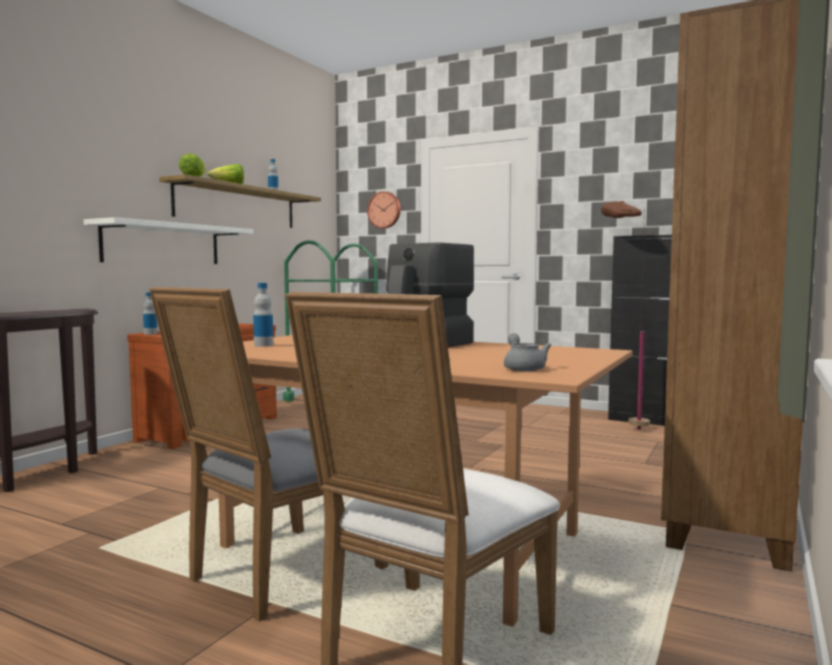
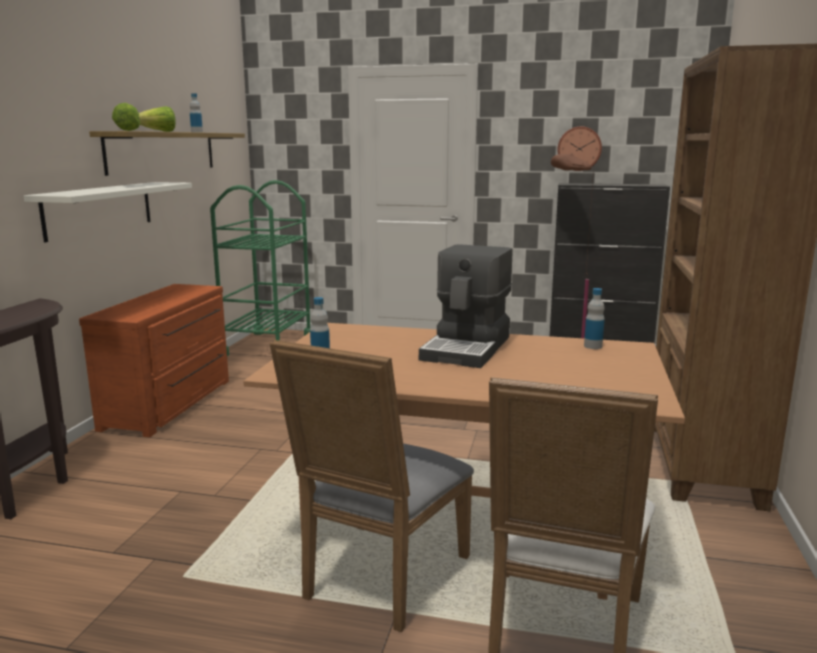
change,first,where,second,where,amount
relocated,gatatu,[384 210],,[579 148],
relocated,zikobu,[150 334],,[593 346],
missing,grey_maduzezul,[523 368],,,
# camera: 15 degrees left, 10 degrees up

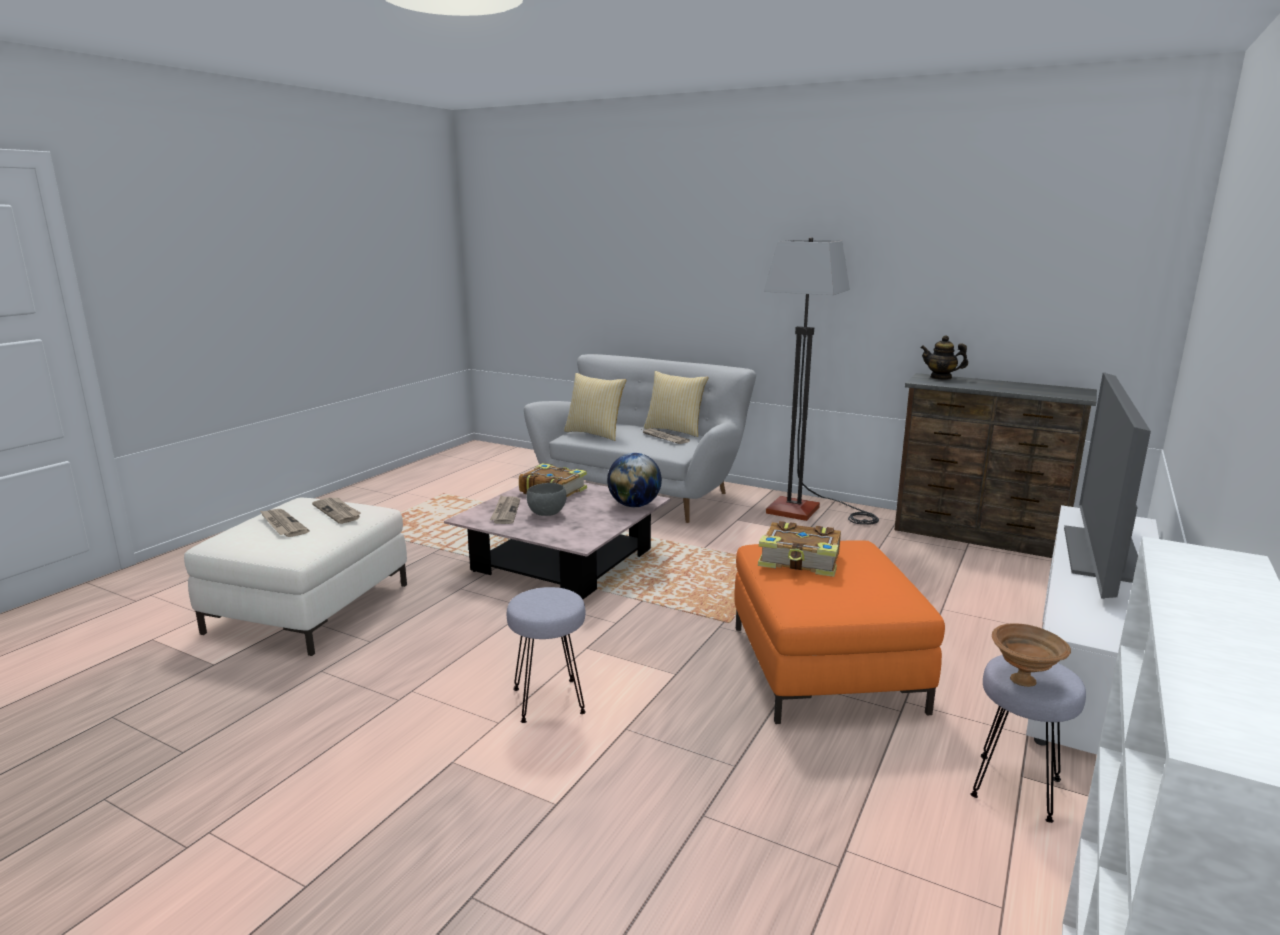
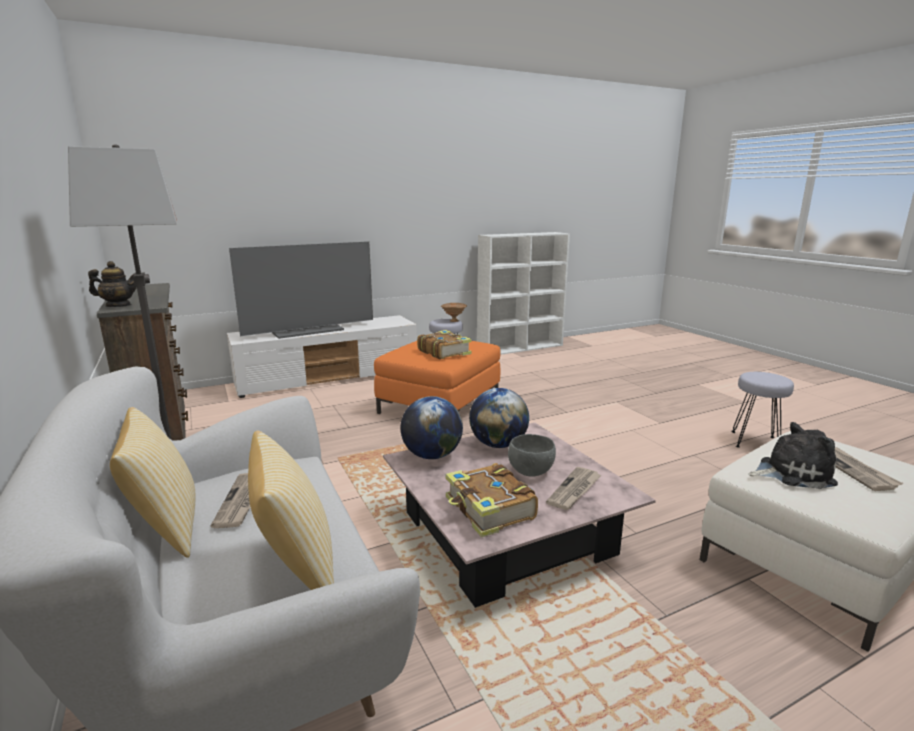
change,first,where,second,where,amount
spun,maduzezul,[941 377],,[118 306],60 degrees counterclockwise
exchanged,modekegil,[338 512],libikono,[791 472],
relocated,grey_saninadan,[550 700],,[754 442],
appeared,,,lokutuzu,[498 445],
# camera: 145 degrees left, 0 degrees up

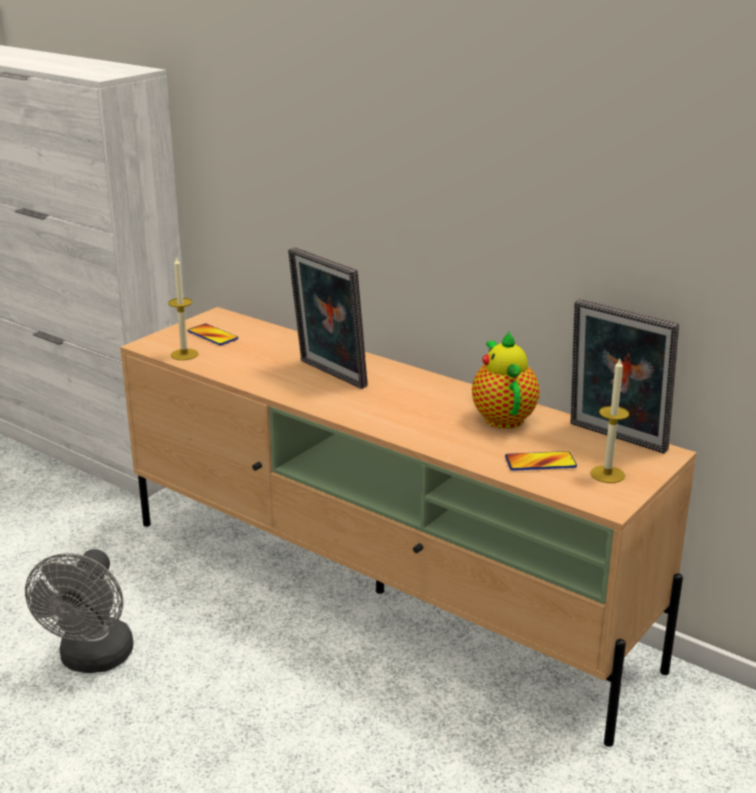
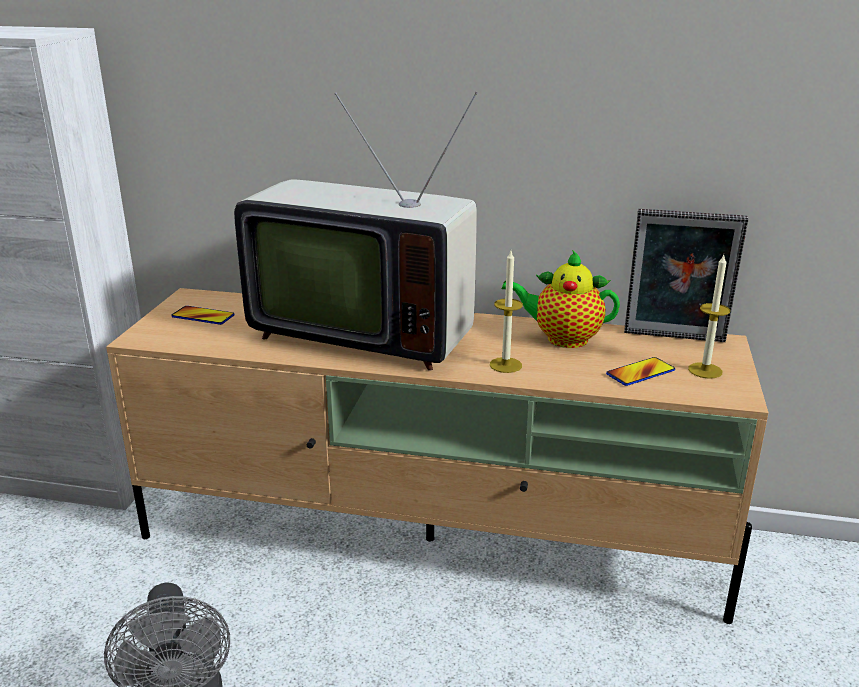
change,first,where,second,where,amount
exchanged,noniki,[328 375],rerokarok,[362 332],
relocated,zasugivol,[184 354],,[505 365],
spun,maduzezul,[502 417],,[562 339],45 degrees counterclockwise
# camera: 25 degrees left, 0 degrees up

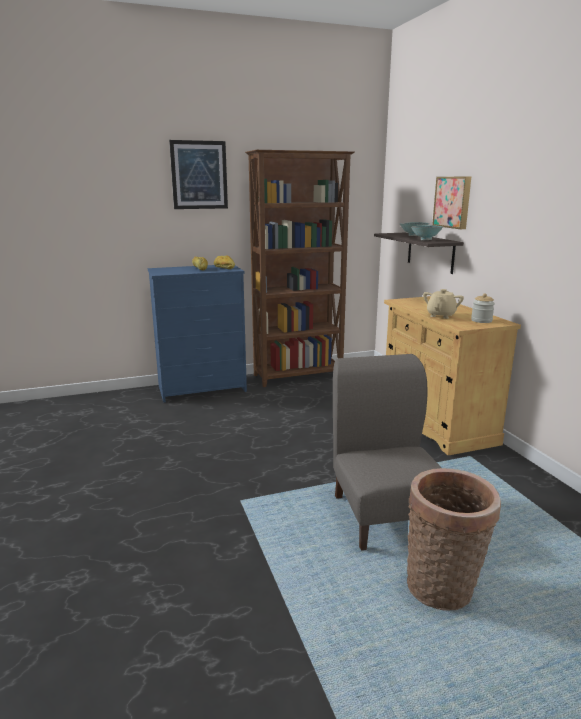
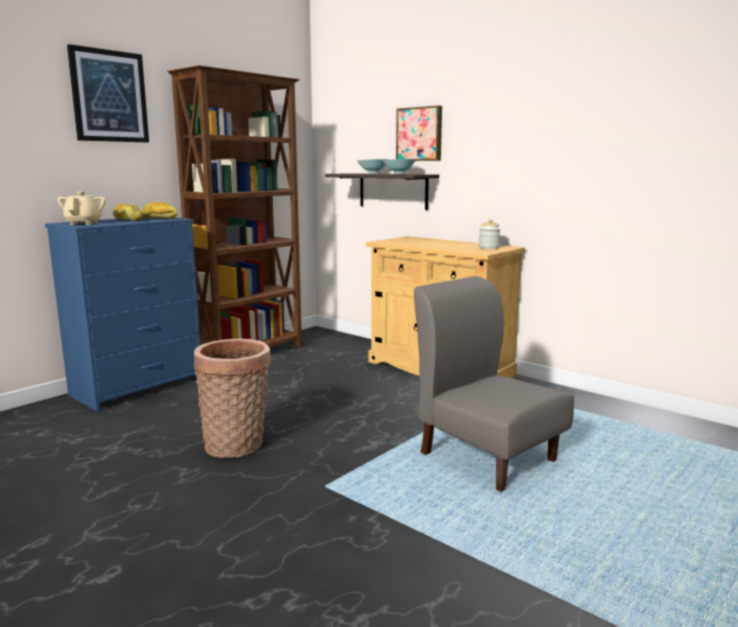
change,first,where,second,where,amount
relocated,beige_maduzezul,[441 315],,[84 223],
relocated,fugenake,[443 589],,[237 445],
# camera: 30 degrees left, 5 degrees down

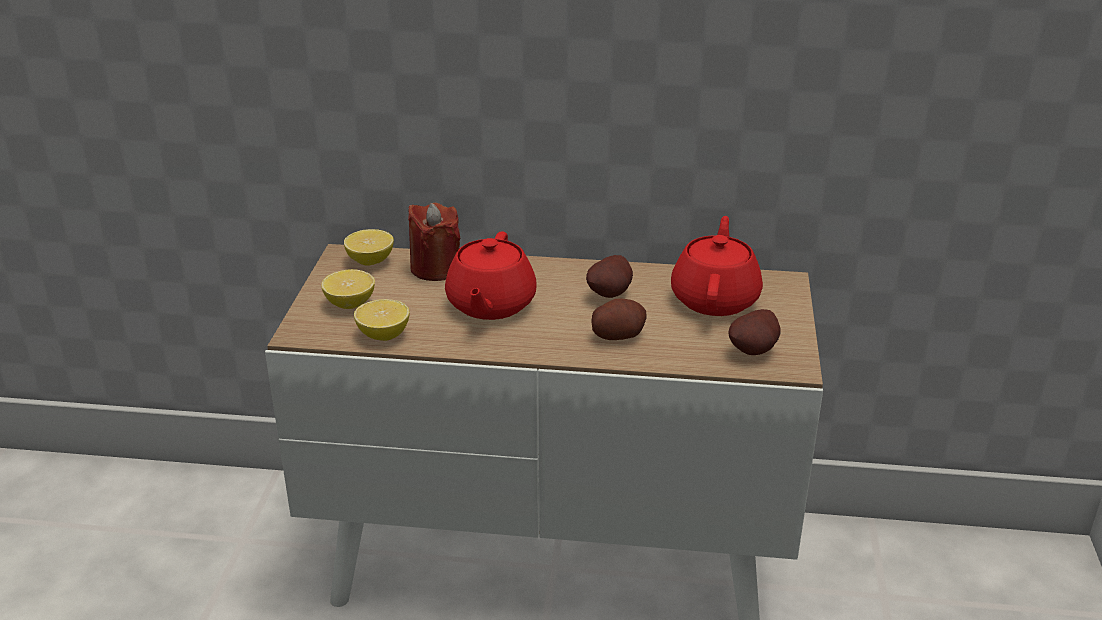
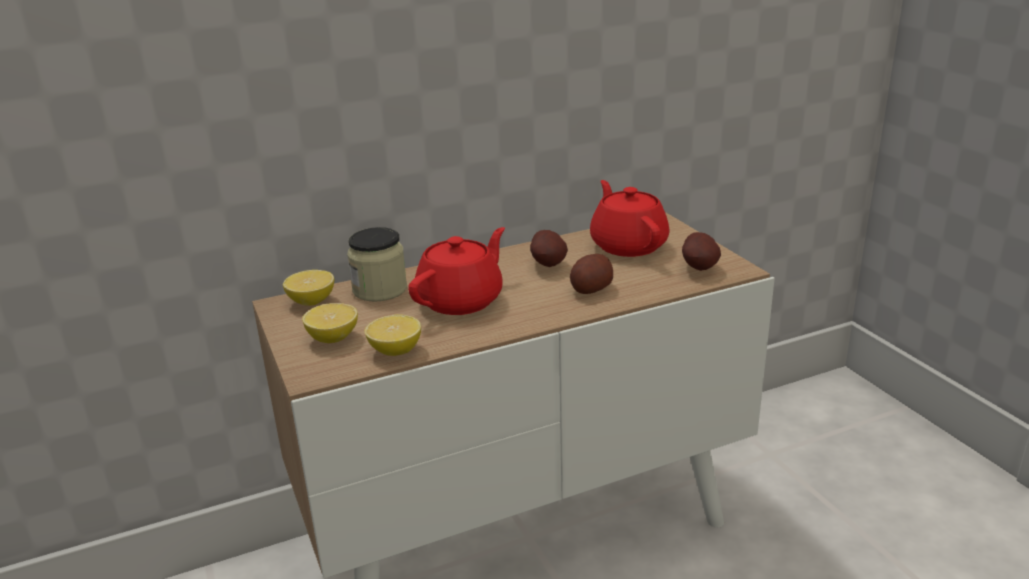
change,first,where,second,where,amount
exchanged,red_zasugivol,[435 268],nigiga,[380 290],
spun,red_maduzezul,[490 305],,[461 300],120 degrees counterclockwise
# camera: 30 degrees left, 5 degrees down

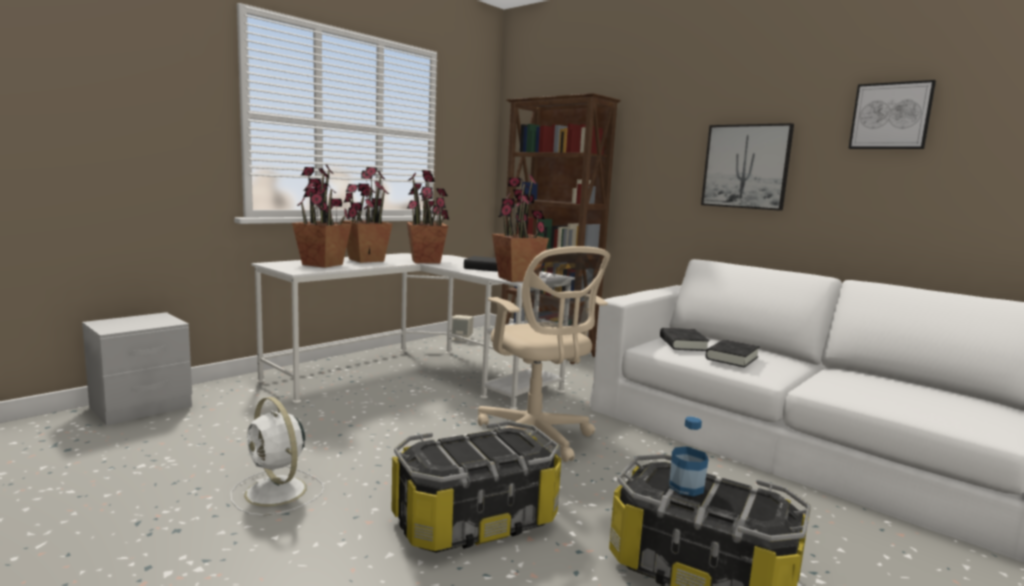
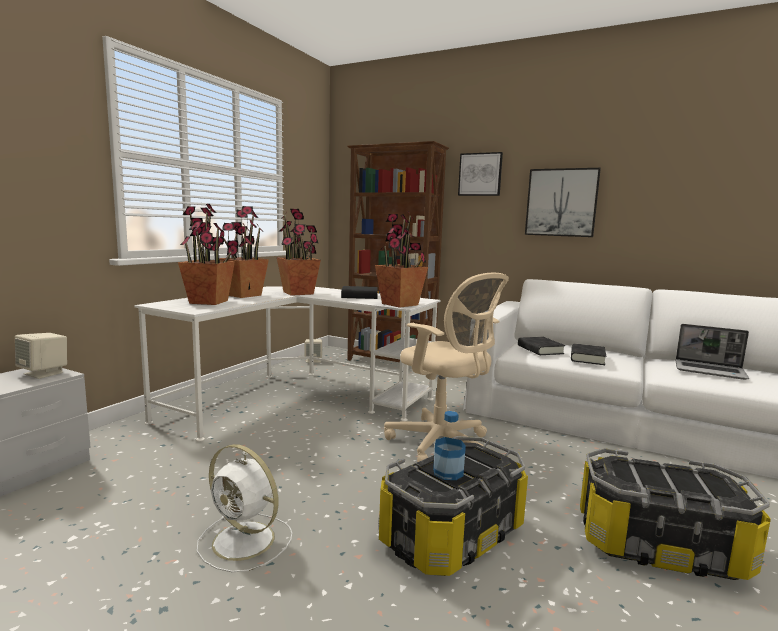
change,first,where,second,where,amount
relocated,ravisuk,[890 116],,[480 174],
relocated,zikobu,[686 487],,[448 472],
appeared,,,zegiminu,[710 371],
appeared,,,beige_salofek,[44 373],
# camera: 15 degrees left, 0 degrees up

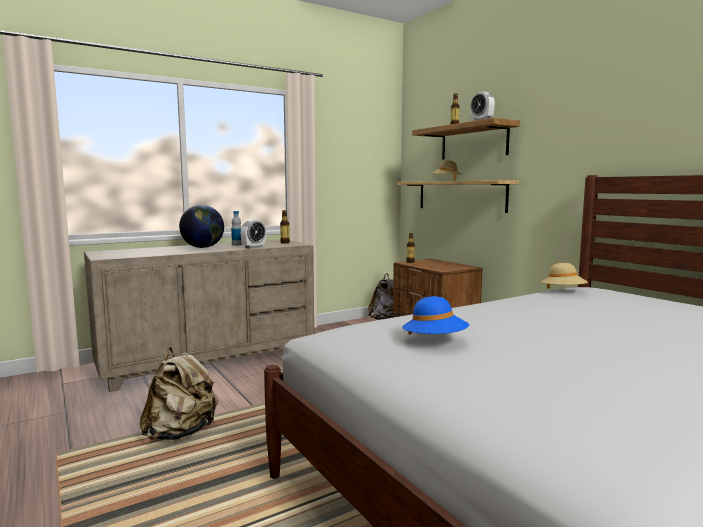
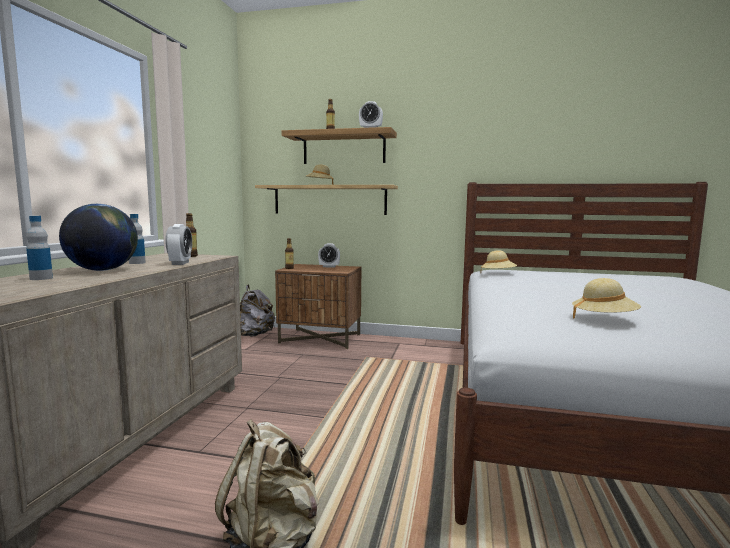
change,first,where,second,where,amount
colour,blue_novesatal,[435 341],beige_novesatal,[603 319],
appeared,,,zikobu,[41 278],
appeared,,,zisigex,[329 266],
# camera: 45 degrees left, 0 degrees up

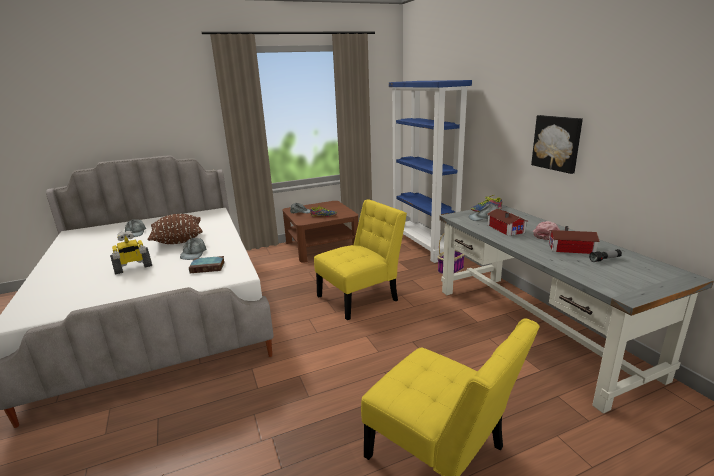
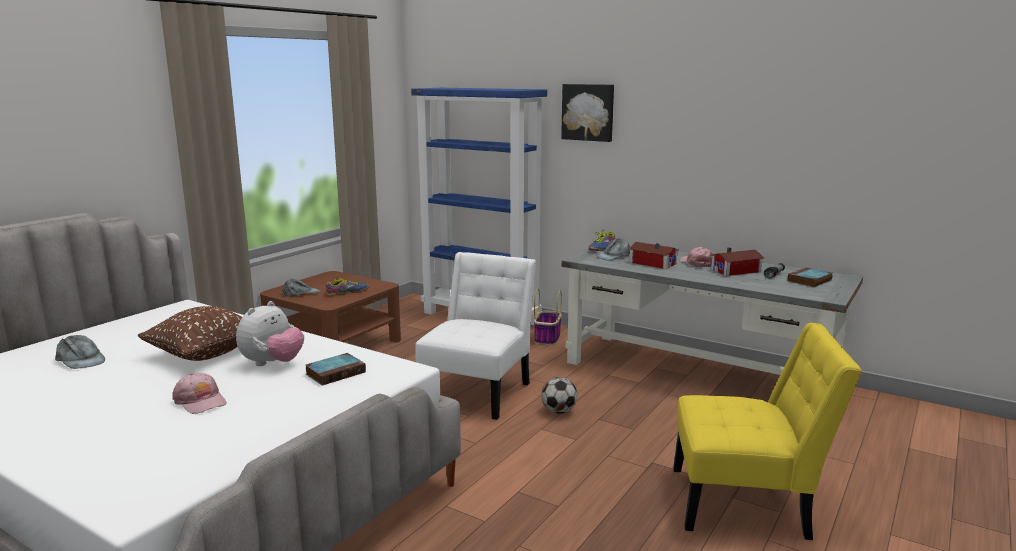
change,first,where,second,where,amount
relocated,ravisuk,[557 143],,[588 112],
colour,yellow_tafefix,[361 297],white_tafefix,[479 391],
exchanged,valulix,[133 267],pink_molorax,[200 401],
exchanged,grey_molorax,[193 253],libikono,[272 363],
appeared,,,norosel,[809 281],
appeared,,,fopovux,[559 411],
# camera: 35 degrees left, 5 degrees down

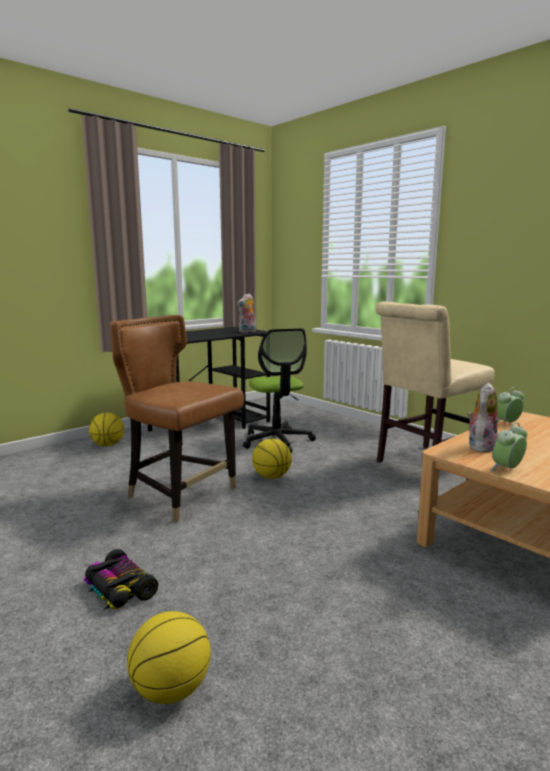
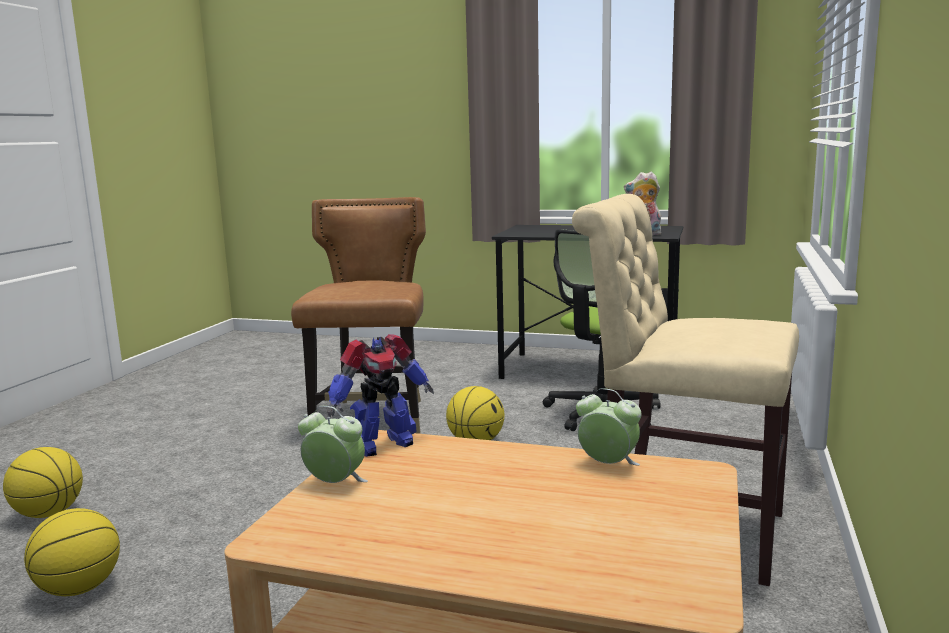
change,first,where,second,where,amount
missing,libikono,[480 446],,,
relocated,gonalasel,[107 445],,[78 589],
missing,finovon,[119 589],,,
appeared,,,valulix,[381 445],
# camera: 60 degrees right, 0 degrees up

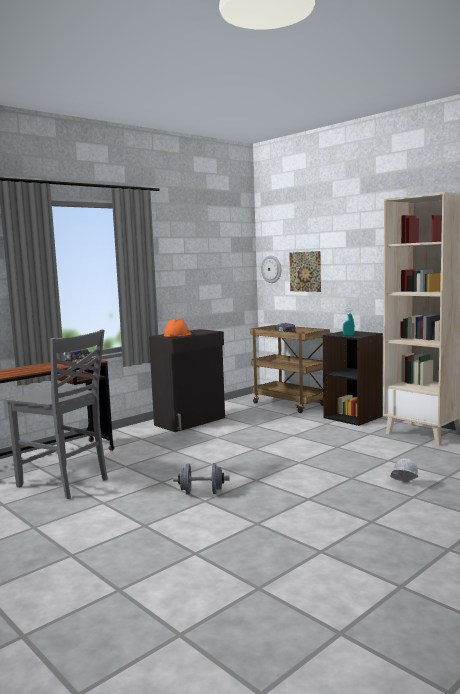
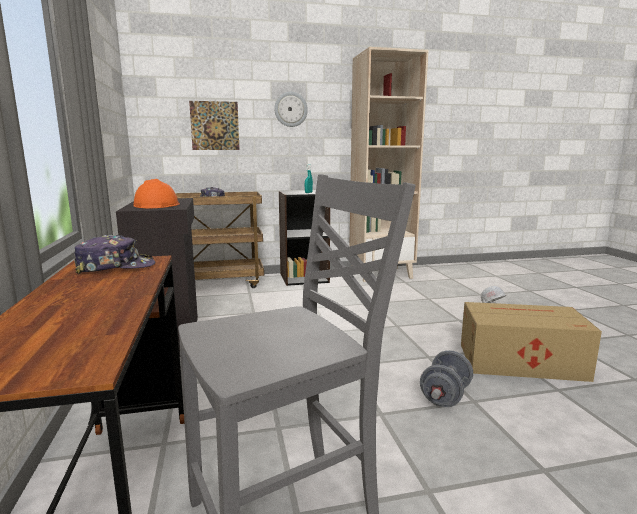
change,first,where,second,where,amount
relocated,gatatu,[271 269],,[290 109],
appeared,,,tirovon,[519 361],
# camera: 60 degrees left, 5 degrees up

